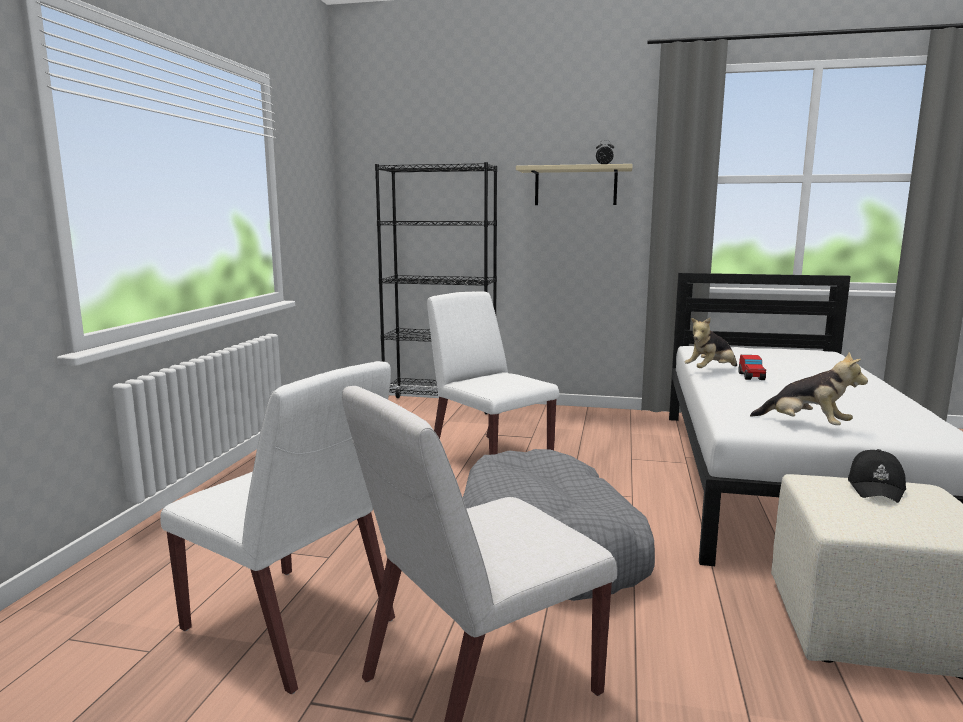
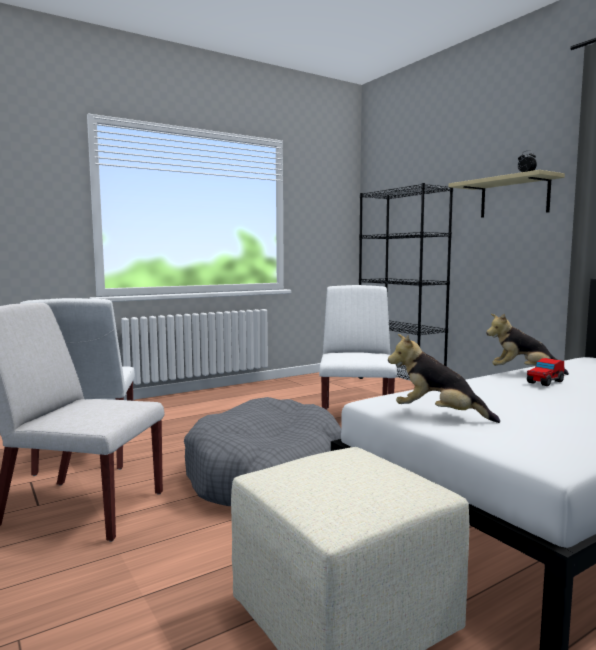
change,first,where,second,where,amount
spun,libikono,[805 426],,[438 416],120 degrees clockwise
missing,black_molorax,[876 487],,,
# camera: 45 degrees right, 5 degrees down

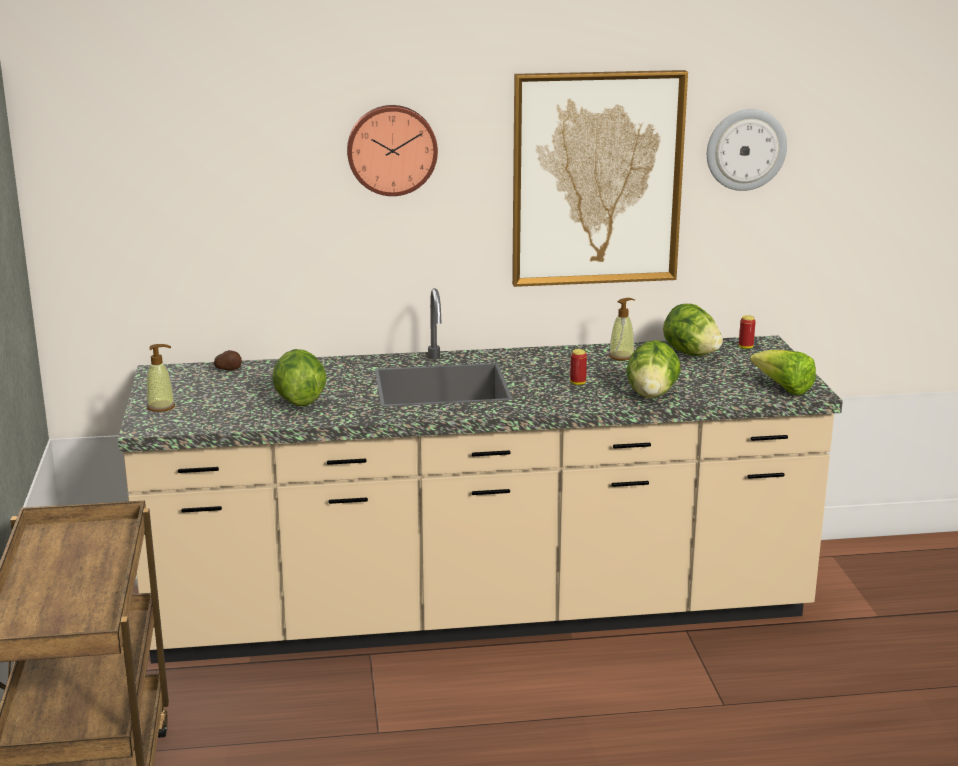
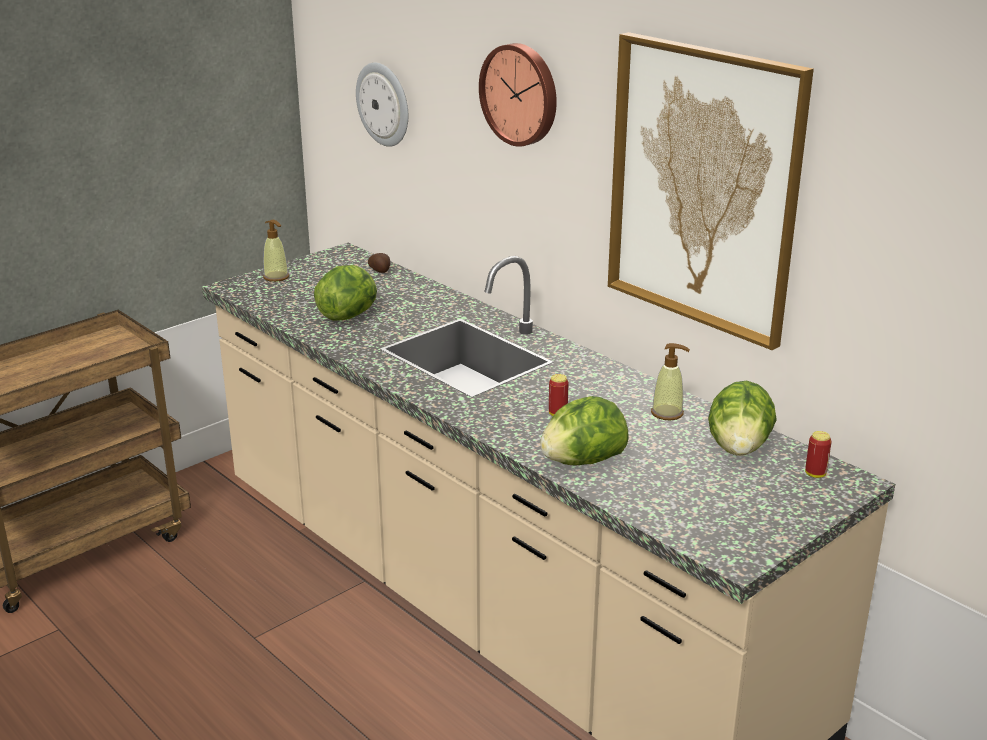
change,first,where,second,where,amount
relocated,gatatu,[745 149],,[384 104],
missing,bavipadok,[783 388],,,
# camera: 55 degrees right, 5 degrees up

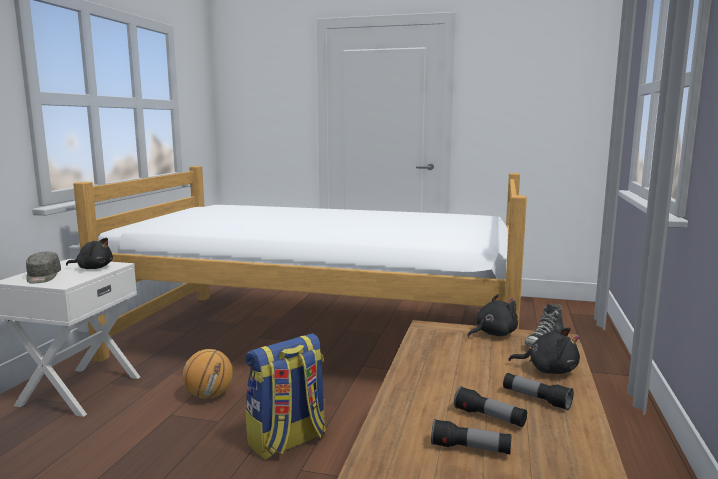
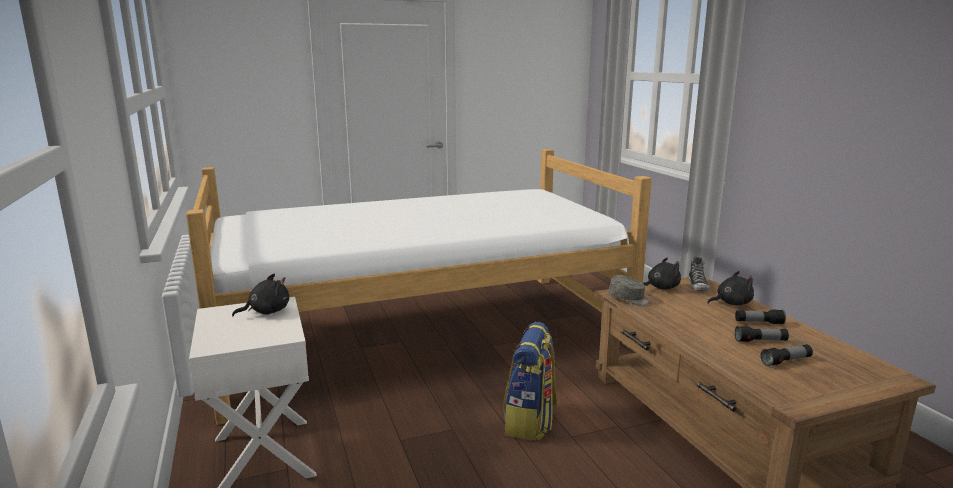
change,first,where,second,where,amount
relocated,grey_molorax,[43 277],,[629 299],
spun,black_libikono,[493 334],,[660 287],45 degrees clockwise
missing,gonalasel,[209 395],,,
# camera: 35 degrees left, 5 degrees up

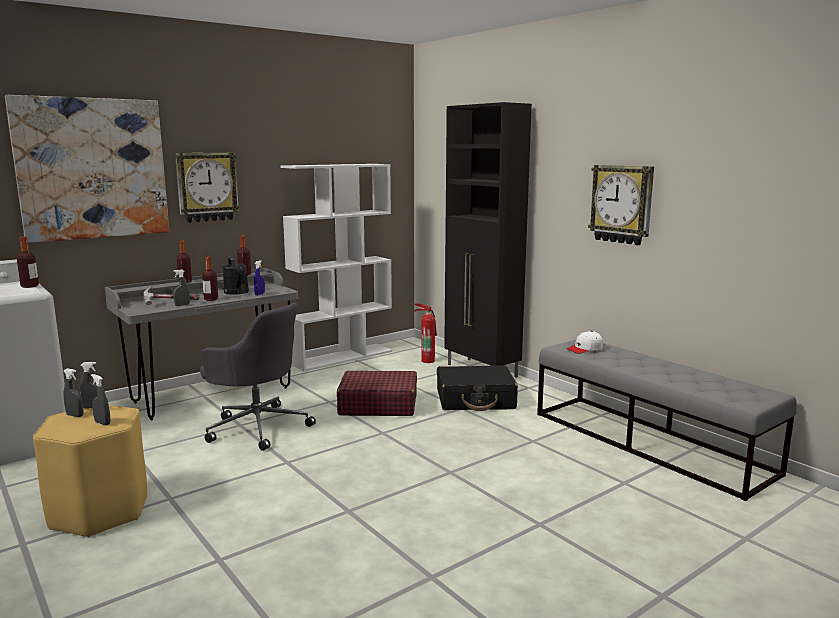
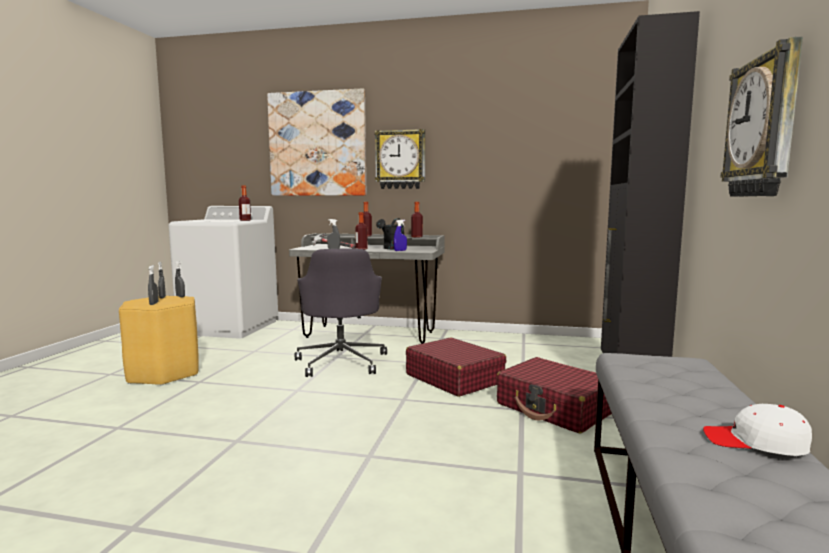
change,first,where,second,where,amount
missing,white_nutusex,[342 357],,,
missing,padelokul,[427 360],,,
relocated,white_molorax,[584 349],,[755 442],
colour,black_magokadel,[475 400],red_magokadel,[555 408],
# camera: 50 degrees right, 5 degrees down

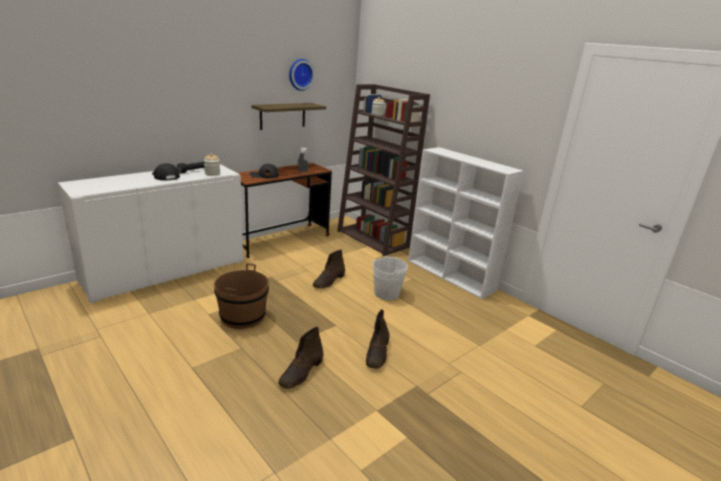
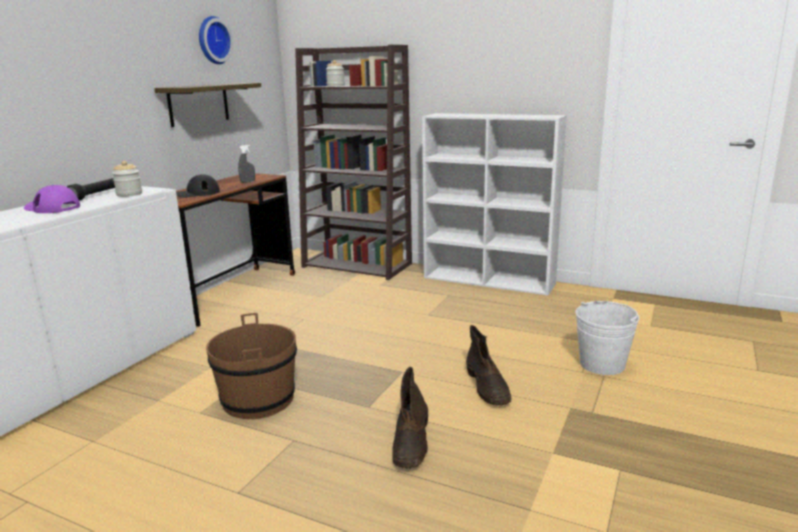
change,first,where,second,where,amount
colour,black_molorax,[165 176],purple_molorax,[52 208],
missing,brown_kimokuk,[329 281],,,
relocated,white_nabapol,[386 293],,[602 364],
# camera: 20 degrees left, 5 degrees down

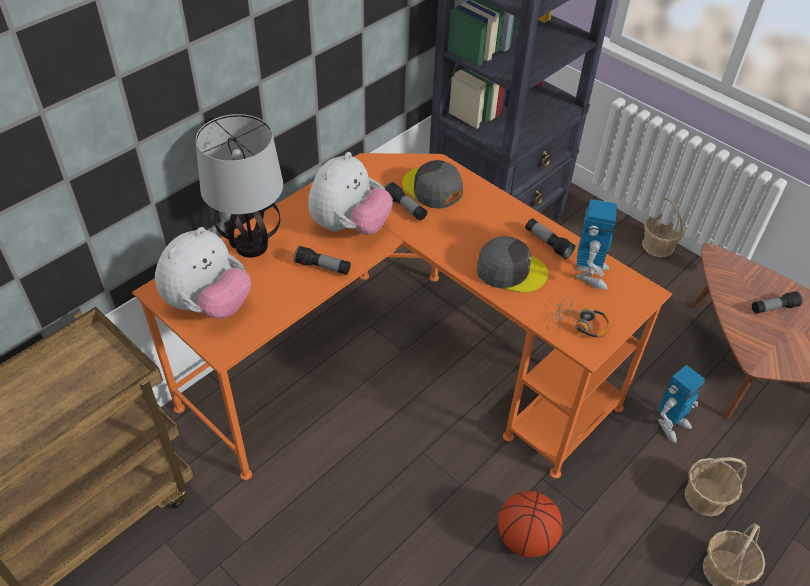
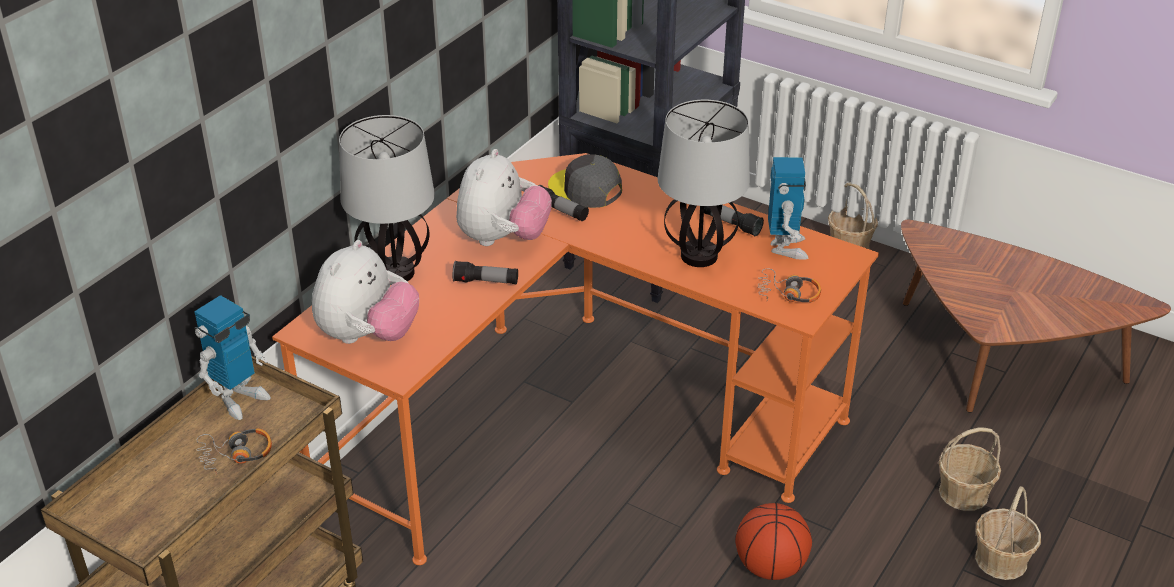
change,first,where,second,where,amount
exchanged,grey_molorax,[510 270],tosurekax,[698 255],
missing,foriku,[773 308],,,
relocated,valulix,[670 424],,[239 399],
appeared,,,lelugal,[235 455],
# camera: 10 degrees left, 10 degrees down

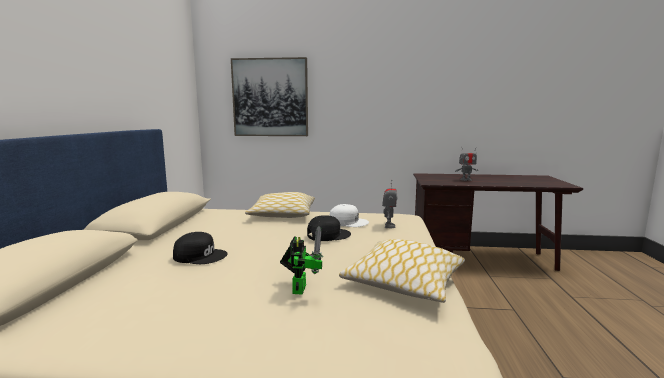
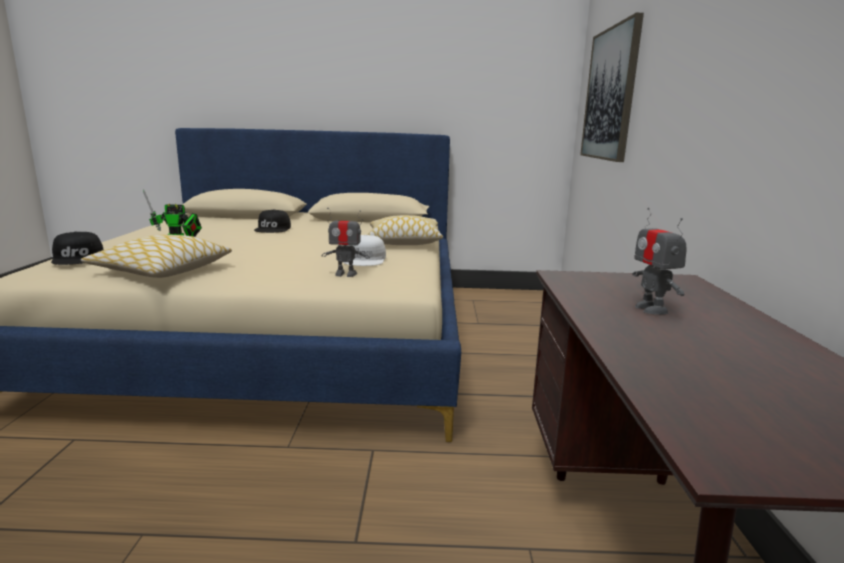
change,first,where,second,where,amount
relocated,black_molorax,[328 235],,[79 258],
# camera: 85 degrees right, 5 degrees up

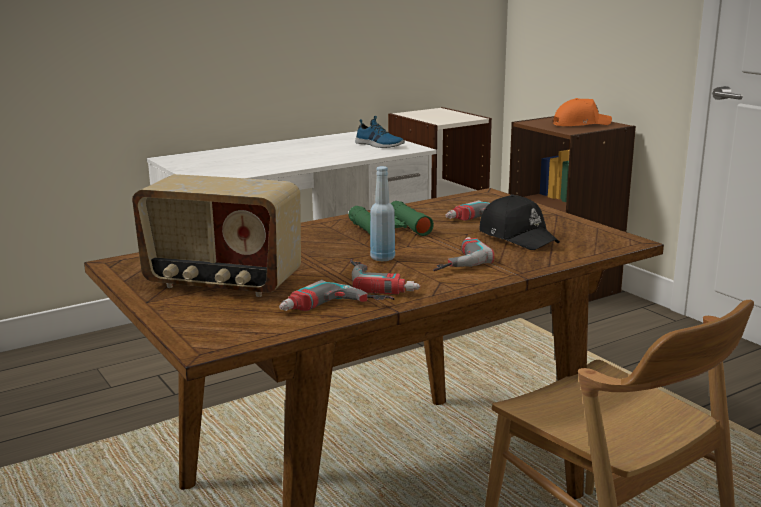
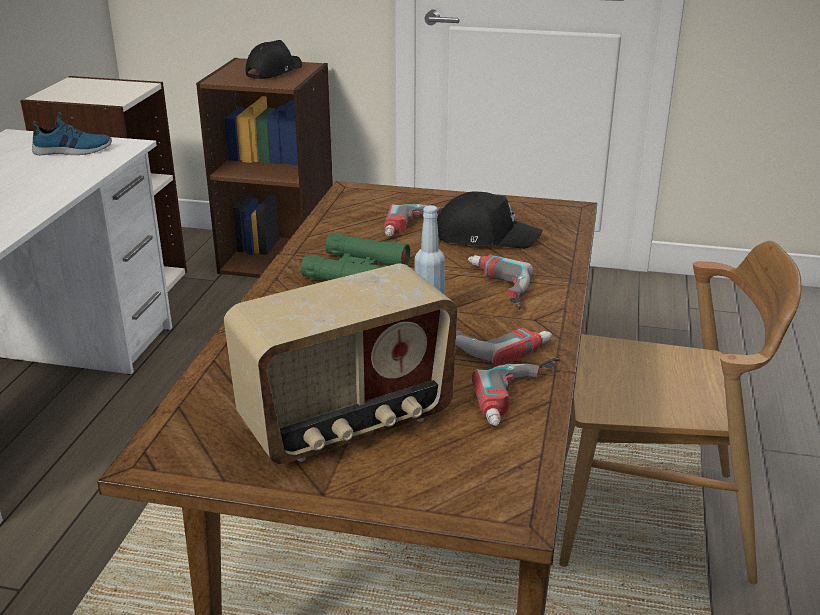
change,first,where,second,where,amount
colour,orange_molorax,[580 124],black_molorax,[273 71],
# camera: 45 degrees left, 10 degrees up

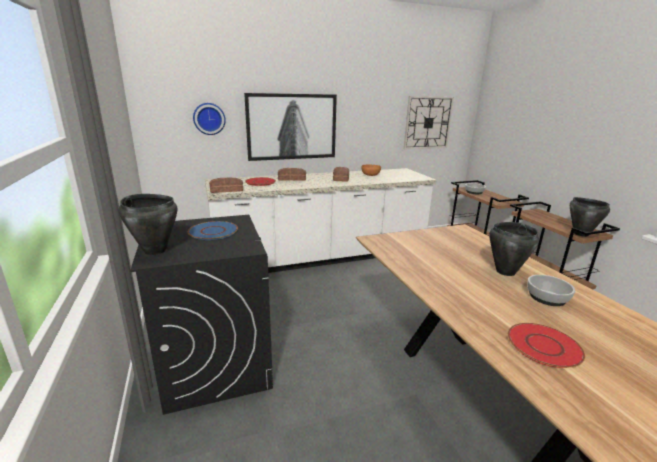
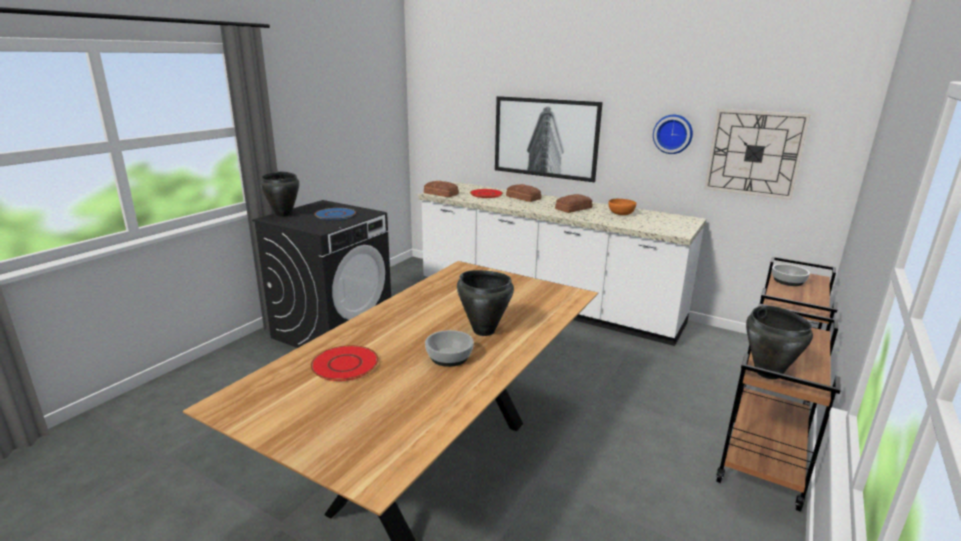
change,first,where,second,where,amount
relocated,gatatu,[209 118],,[673 134],
# camera: 50 degrees right, 0 degrees up

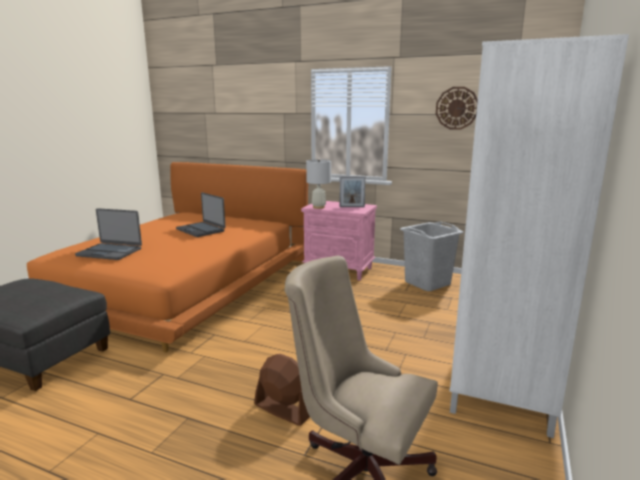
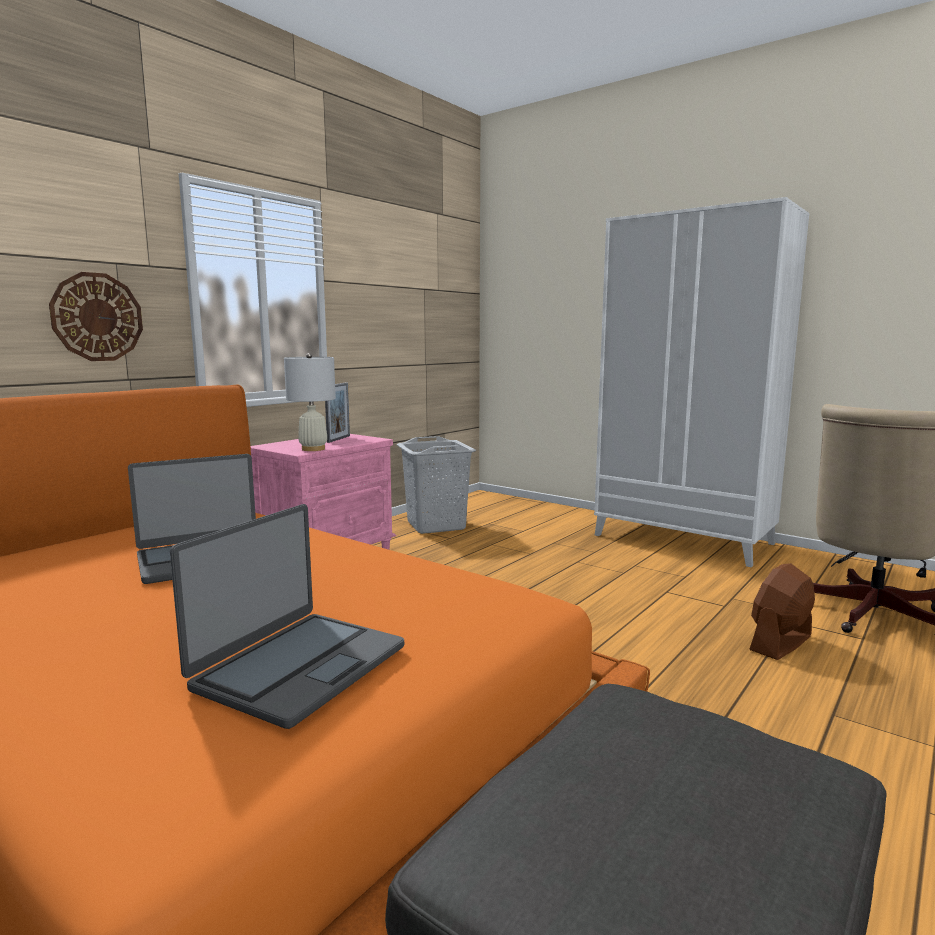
change,first,where,second,where,amount
relocated,gatatu,[457 108],,[97 317],
# camera: 75 degrees left, 5 degrees down

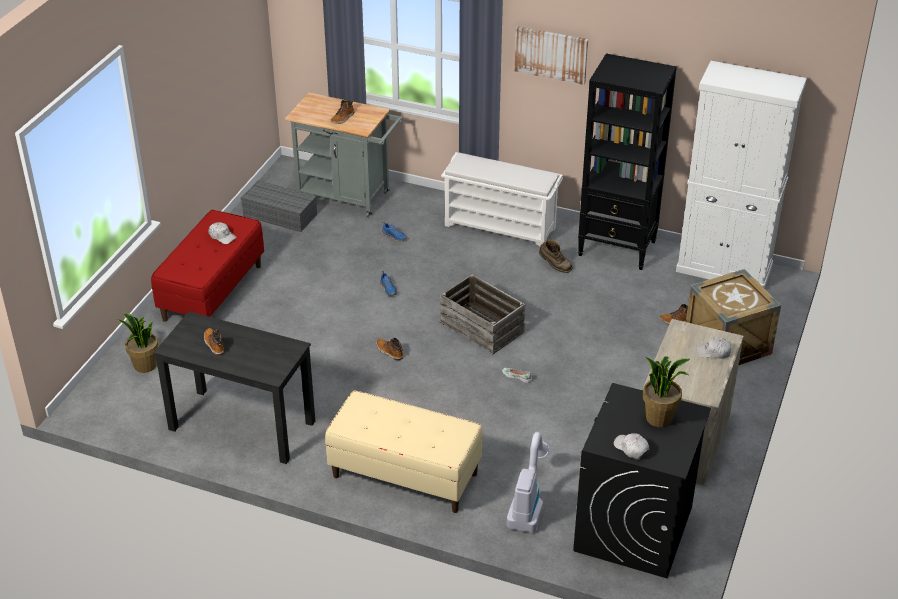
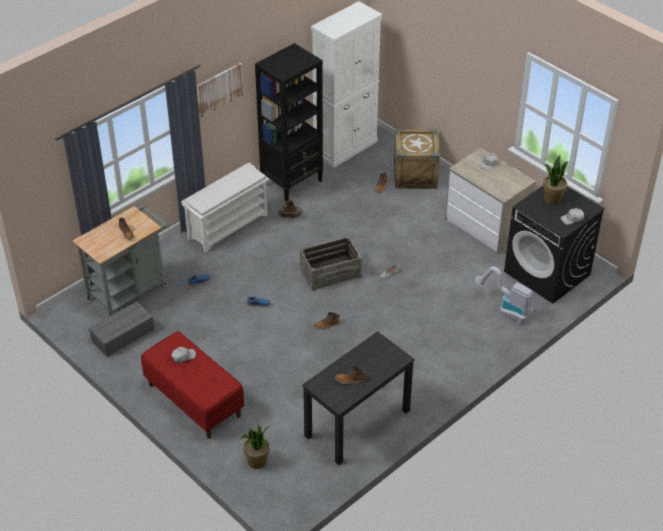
change,first,where,second,where,amount
missing,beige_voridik,[404 475],,,
# camera: 65 degrees left, 5 degrees up

